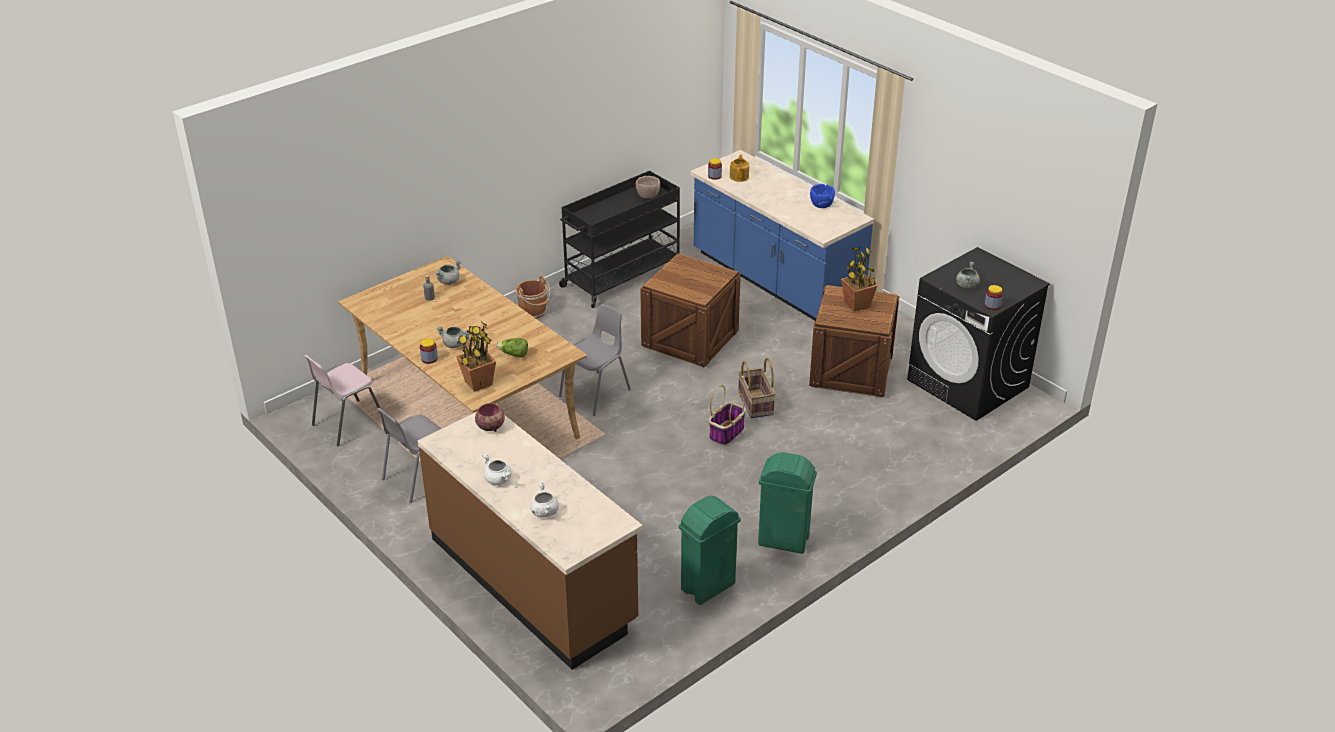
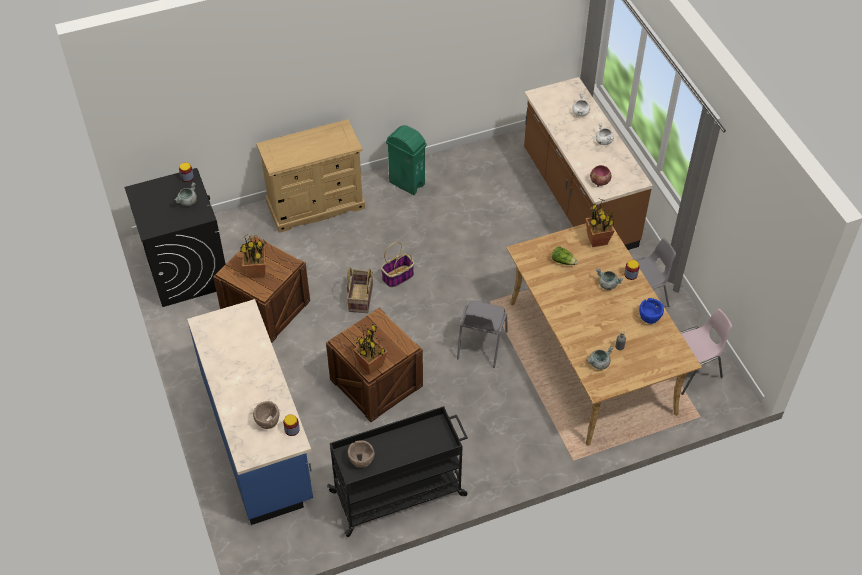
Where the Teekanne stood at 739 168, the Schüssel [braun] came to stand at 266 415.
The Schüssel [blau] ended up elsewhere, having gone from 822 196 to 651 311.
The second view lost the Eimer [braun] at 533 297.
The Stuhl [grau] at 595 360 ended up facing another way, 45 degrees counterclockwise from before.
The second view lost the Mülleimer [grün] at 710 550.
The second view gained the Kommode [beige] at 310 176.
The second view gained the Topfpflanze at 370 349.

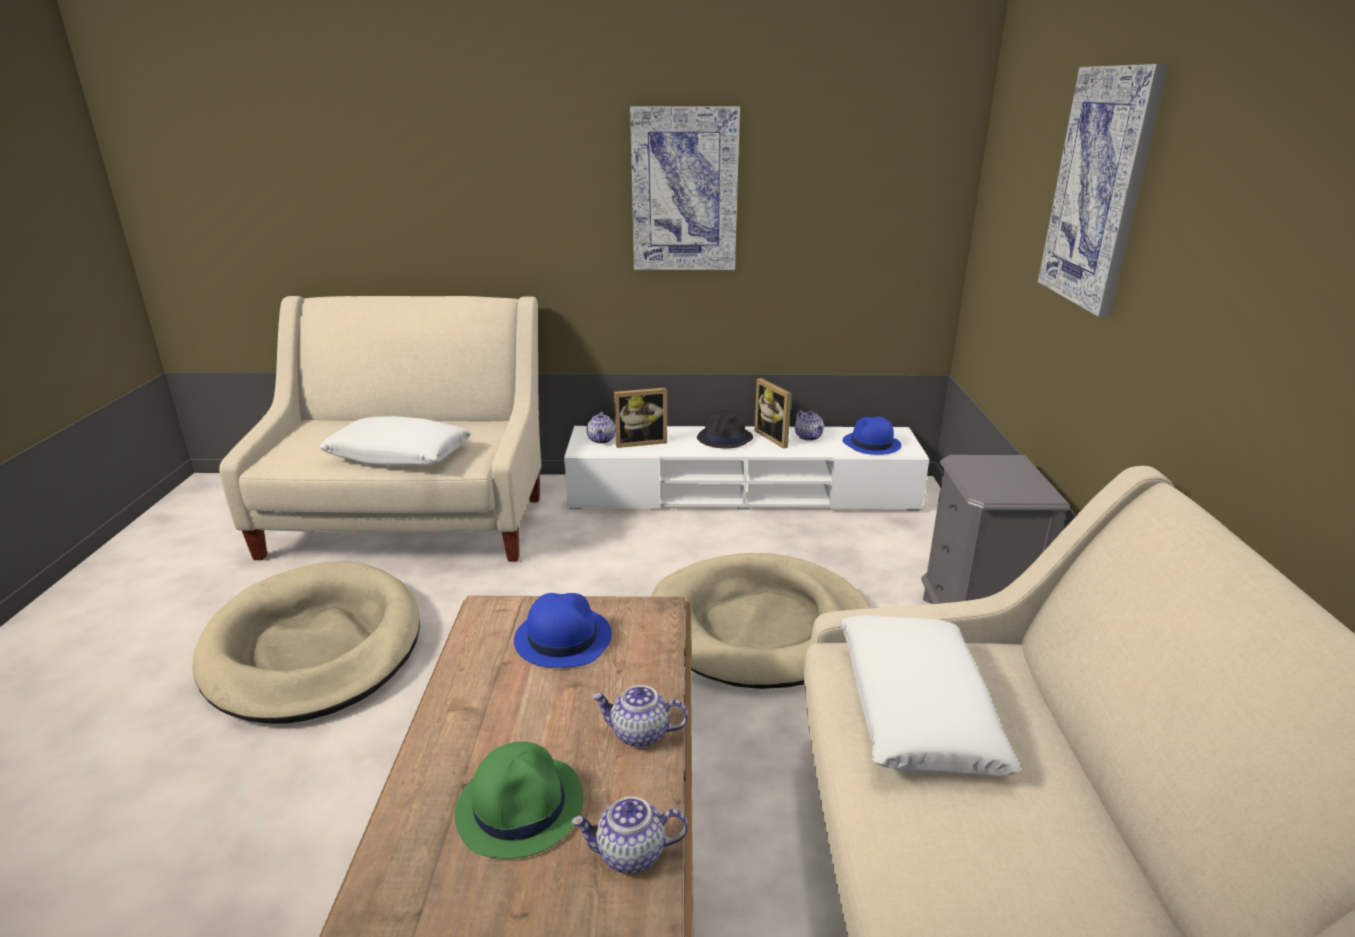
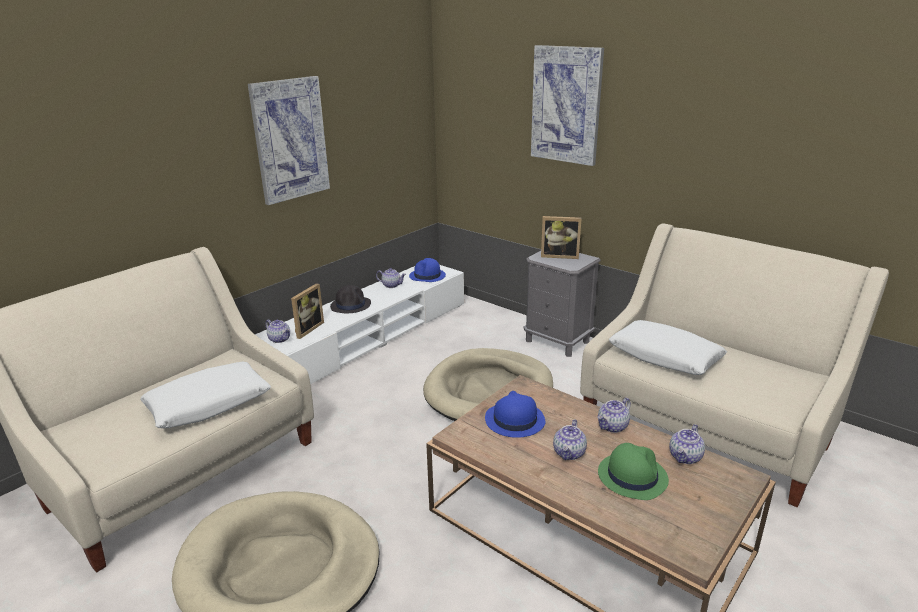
The Bilderrahmen ended up elsewhere, having gone from 772 413 to 561 237.
The second view gained the Teekanne at 570 439.

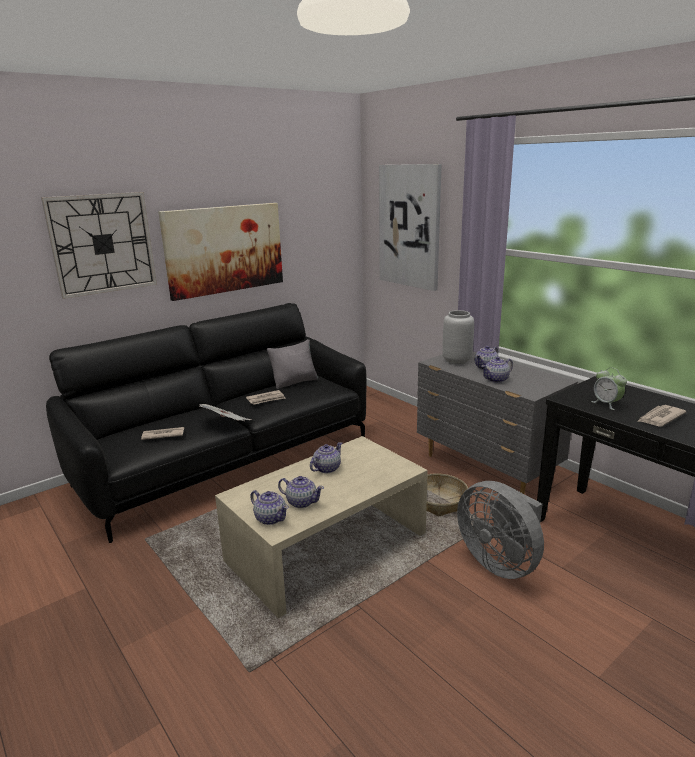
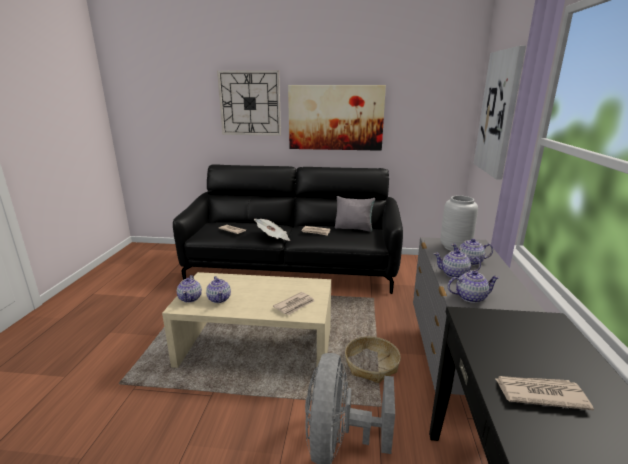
The second view lost the Wecker at 609 388.
The Teekanne ended up elsewhere, having gone from 326 457 to 474 286.
The second view gained the Zeitung at 294 303.

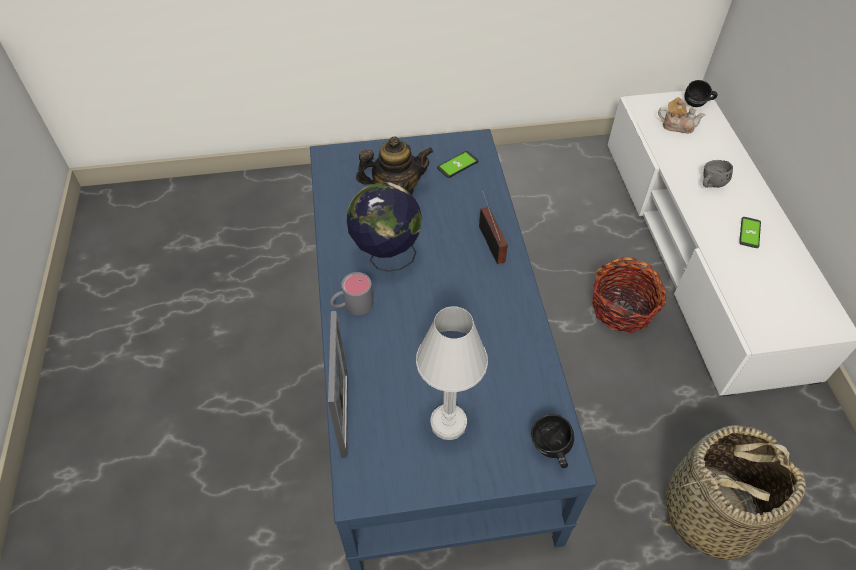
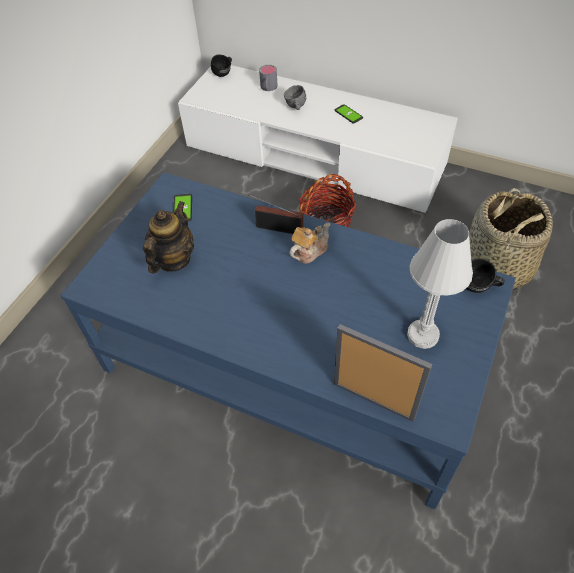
The Teekanne ended up elsewhere, having gone from 681 115 to 309 243.
The second view lost the Globus at 384 227.
The Henkelbecher [grau] ended up elsewhere, having gone from 351 293 to 268 78.

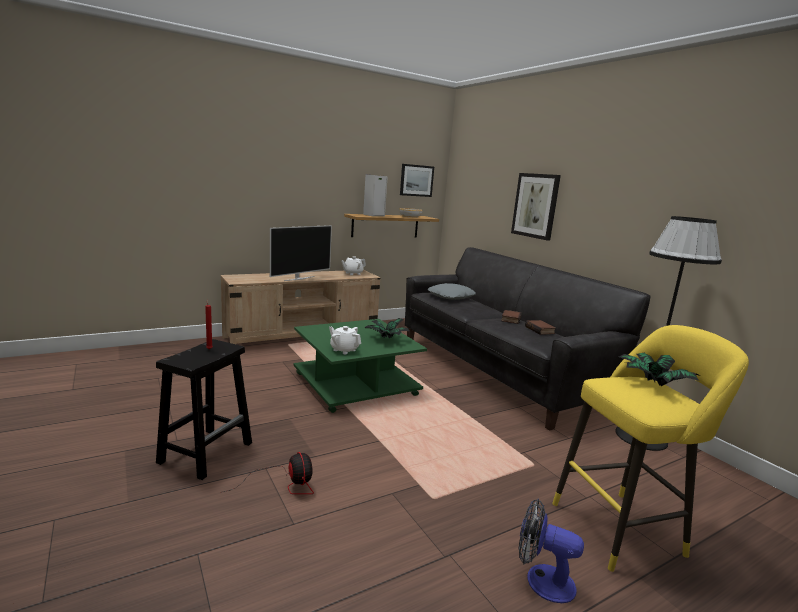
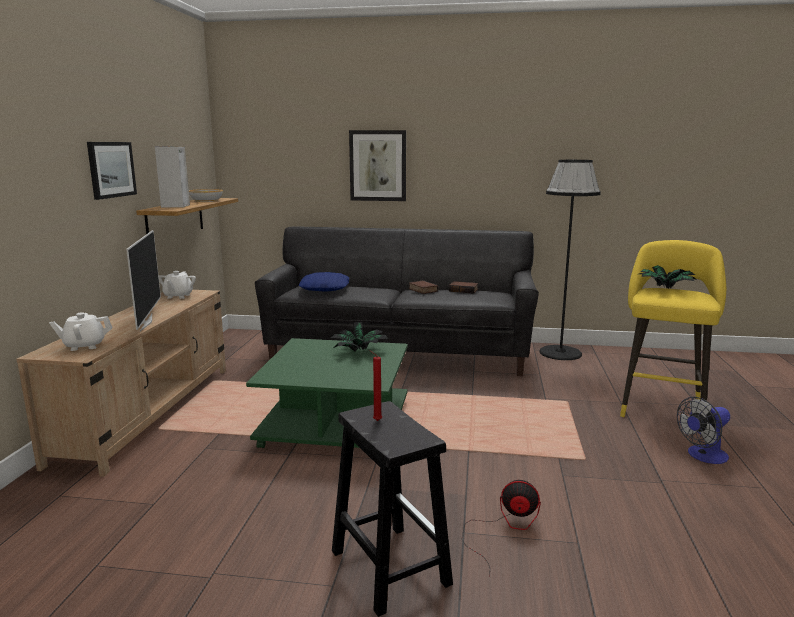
The Bild ended up elsewhere, having gone from 417 180 to 112 171.
What was the Kissen [grau] at 452 291 turned into the Kissen [blau] at 324 282.
The Teekanne [weiß] ended up elsewhere, having gone from 345 340 to 81 331.

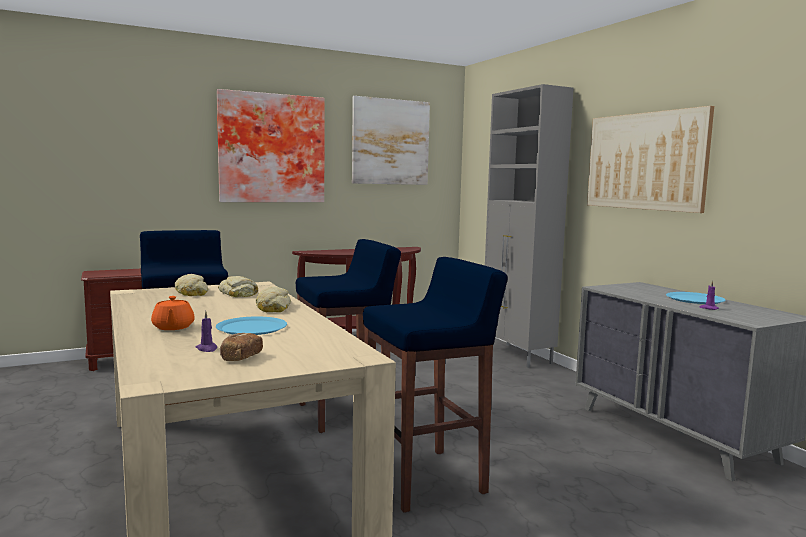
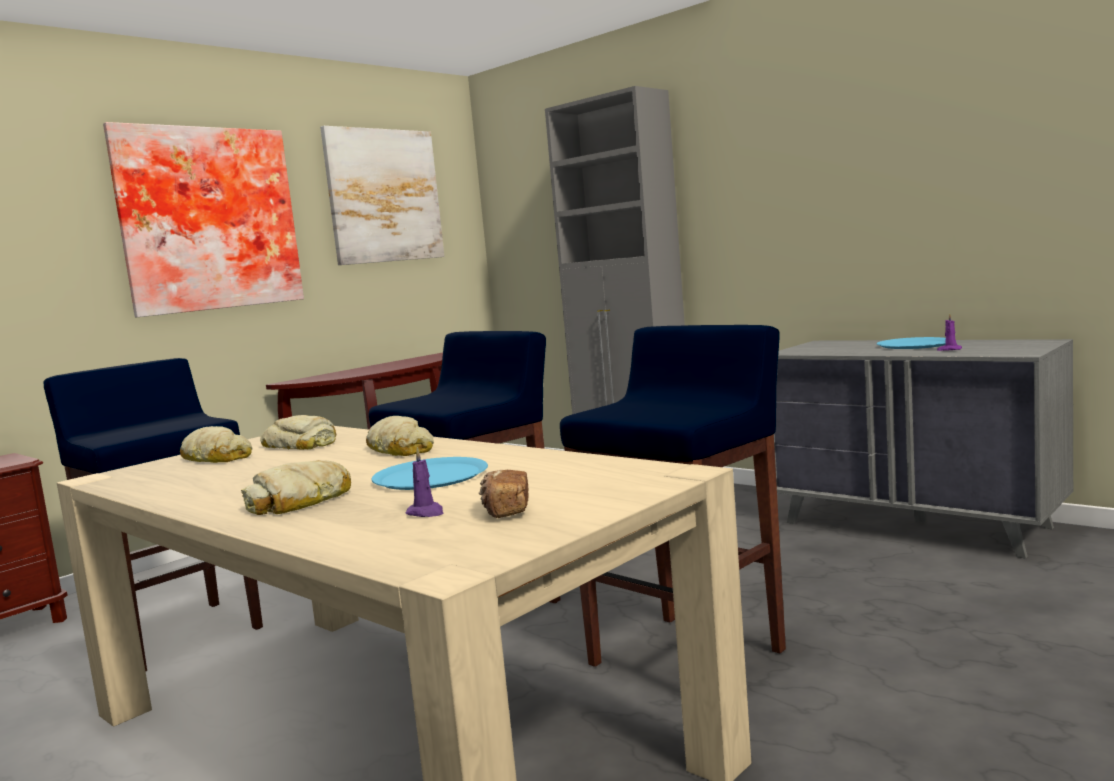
The second view lost the Bild at 650 159.
Where the Teekanne [orange] stood at 173 313, the Brot came to stand at 296 487.

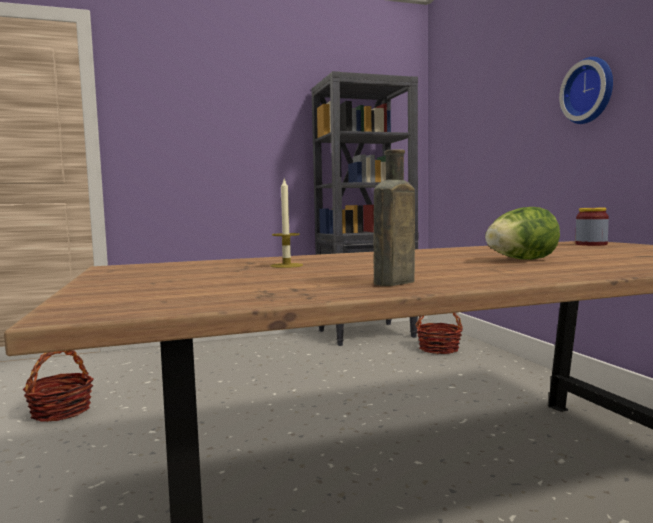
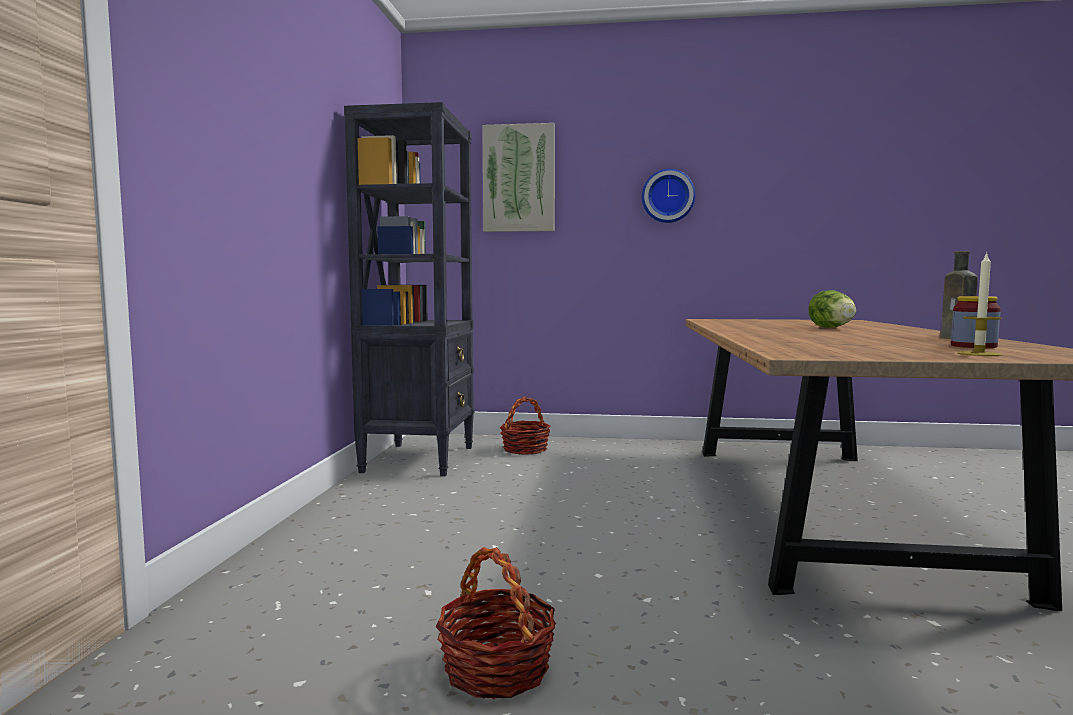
The Kerze ended up elsewhere, having gone from 287 223 to 979 304.
The Vorratsglas ended up elsewhere, having gone from 592 227 to 975 322.
The second view gained the Bild at 518 177.

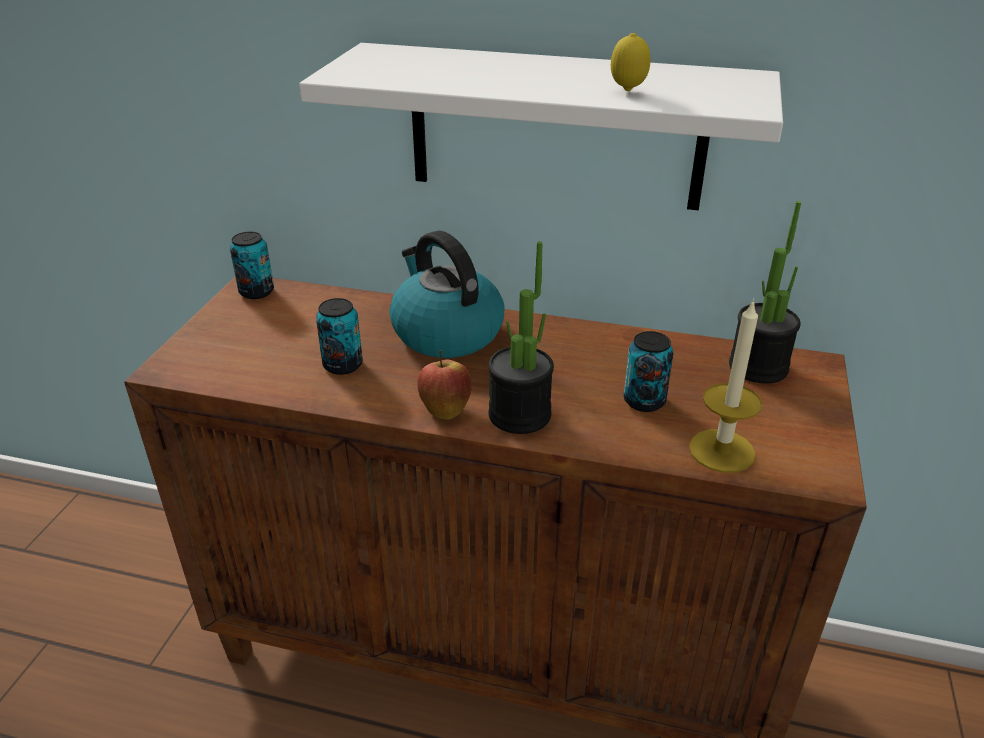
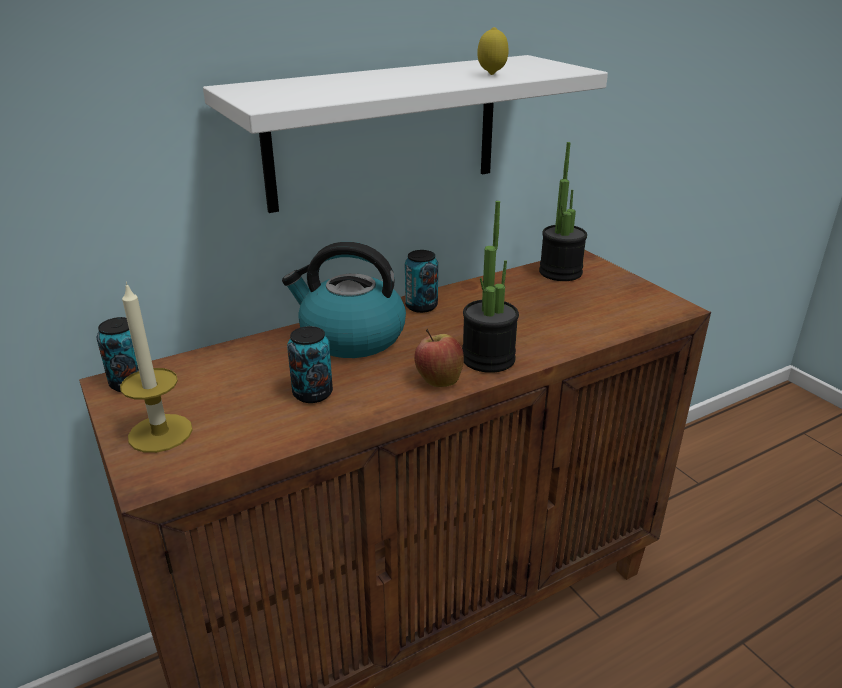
The Kerze ended up elsewhere, having gone from 725 386 to 156 367.
The Dose ended up elsewhere, having gone from 649 371 to 421 281.

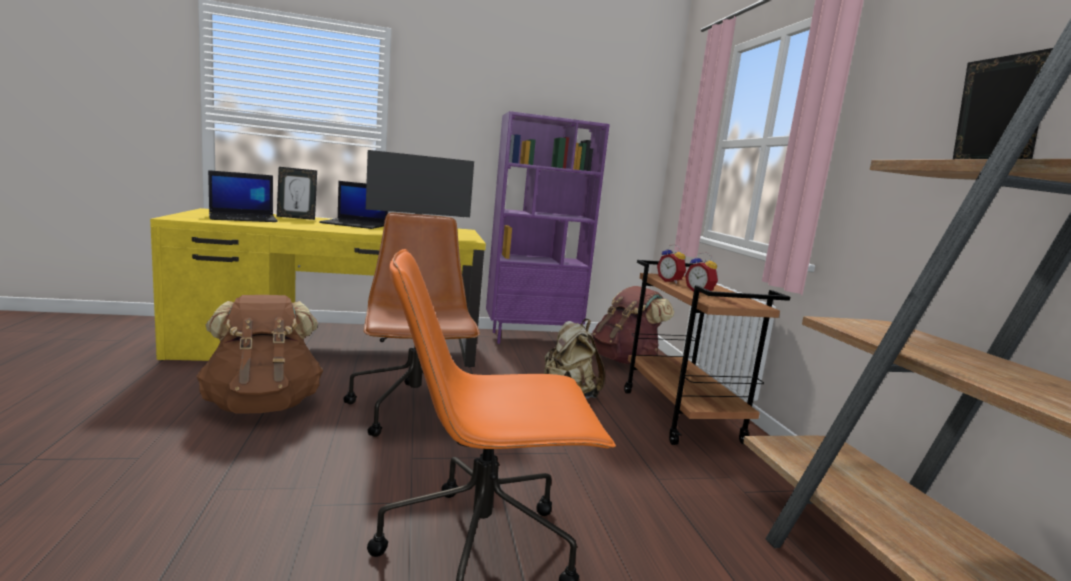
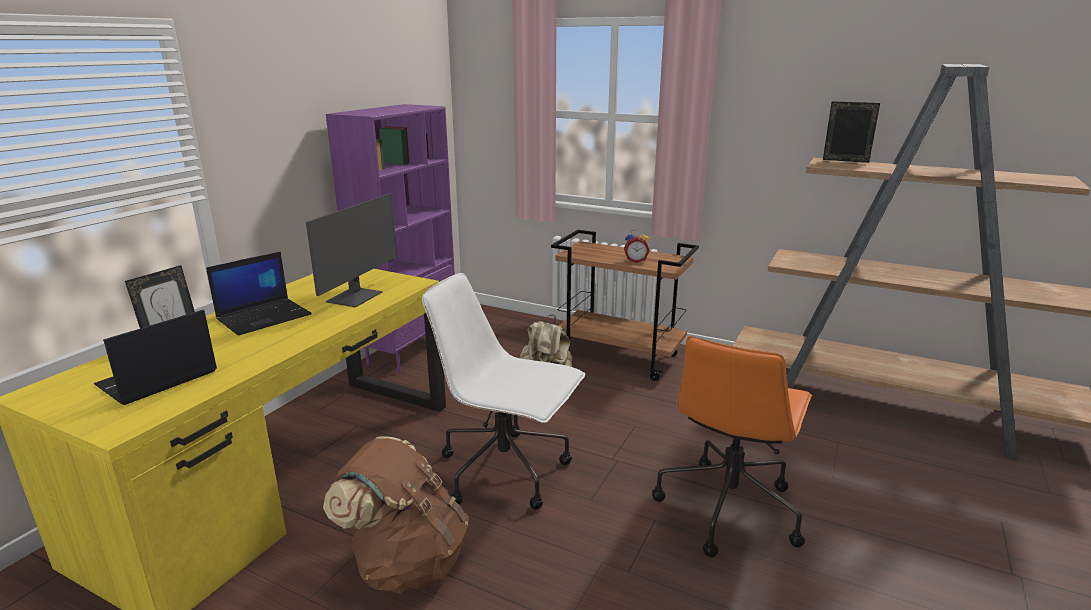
The Laptop at 243 196 ended up facing another way, 150 degrees counterclockwise from before.
What was the Bürostuhl [braun] at 411 325 turned into the Bürostuhl [weiß] at 503 391.
The second view lost the Wecker at 671 264.
The second view lost the Rucksack [braun] at 633 325.

